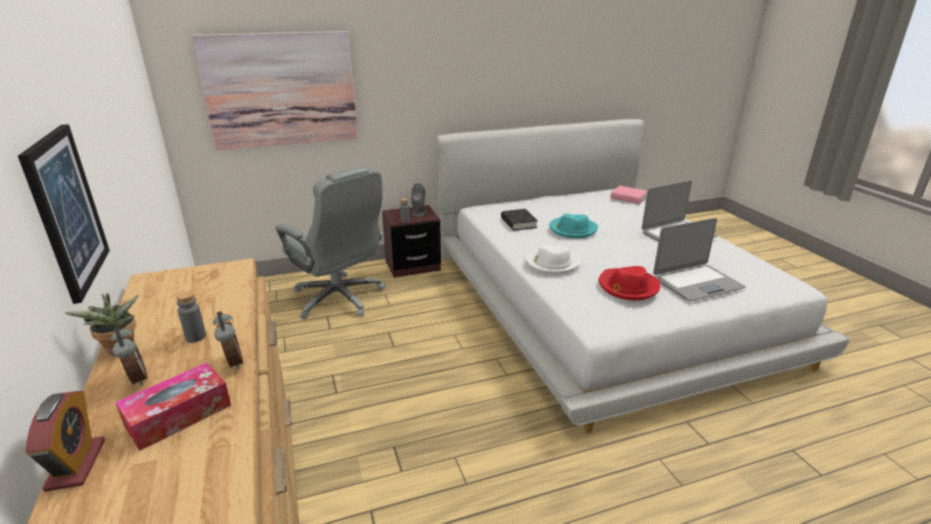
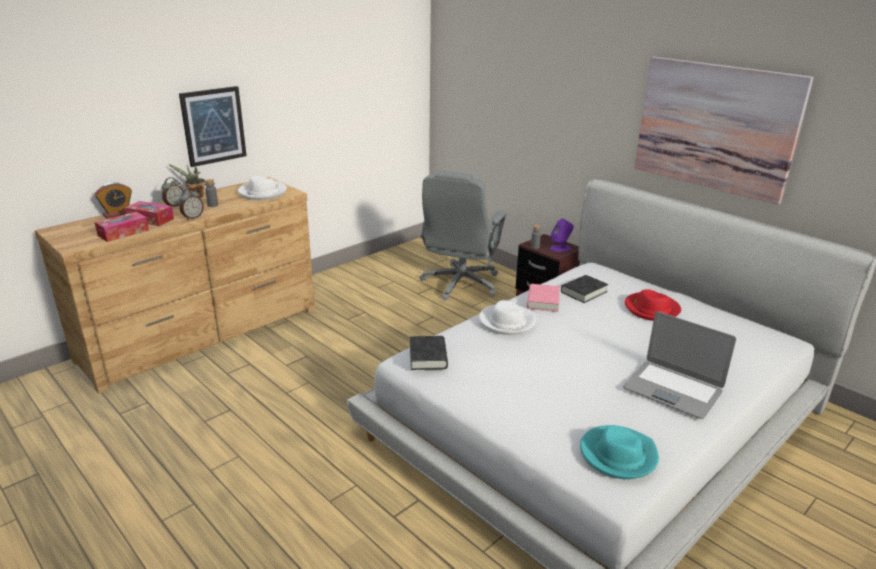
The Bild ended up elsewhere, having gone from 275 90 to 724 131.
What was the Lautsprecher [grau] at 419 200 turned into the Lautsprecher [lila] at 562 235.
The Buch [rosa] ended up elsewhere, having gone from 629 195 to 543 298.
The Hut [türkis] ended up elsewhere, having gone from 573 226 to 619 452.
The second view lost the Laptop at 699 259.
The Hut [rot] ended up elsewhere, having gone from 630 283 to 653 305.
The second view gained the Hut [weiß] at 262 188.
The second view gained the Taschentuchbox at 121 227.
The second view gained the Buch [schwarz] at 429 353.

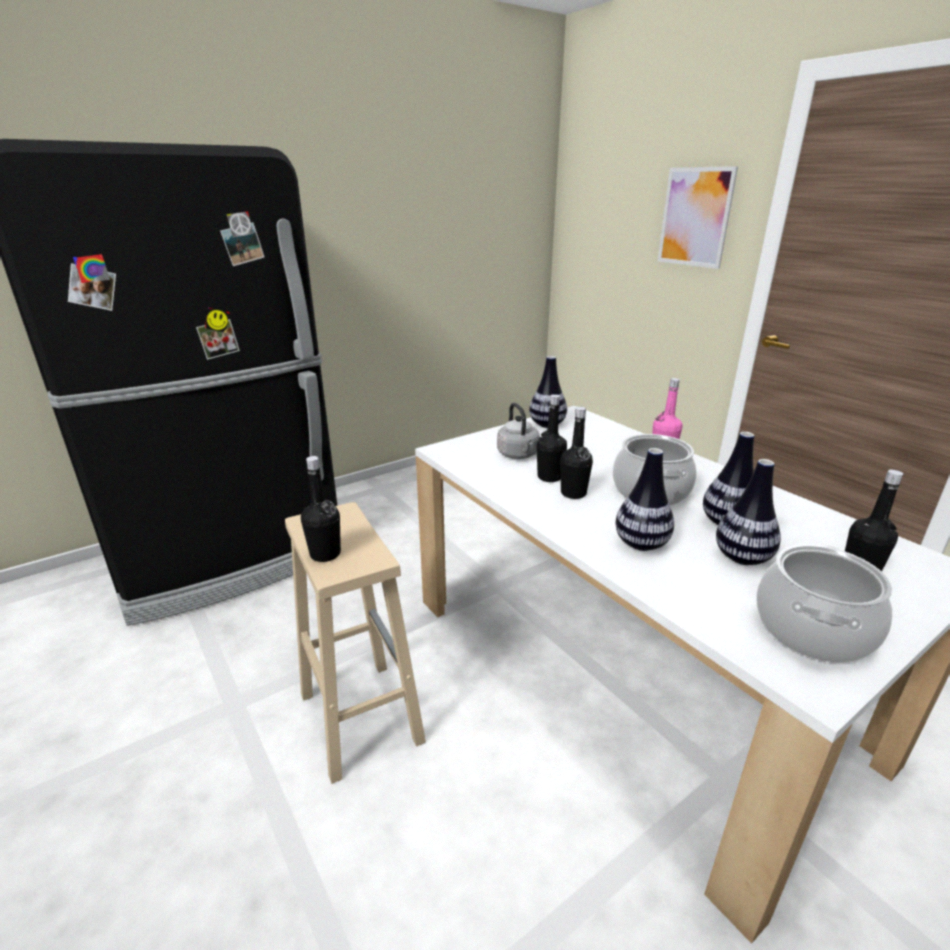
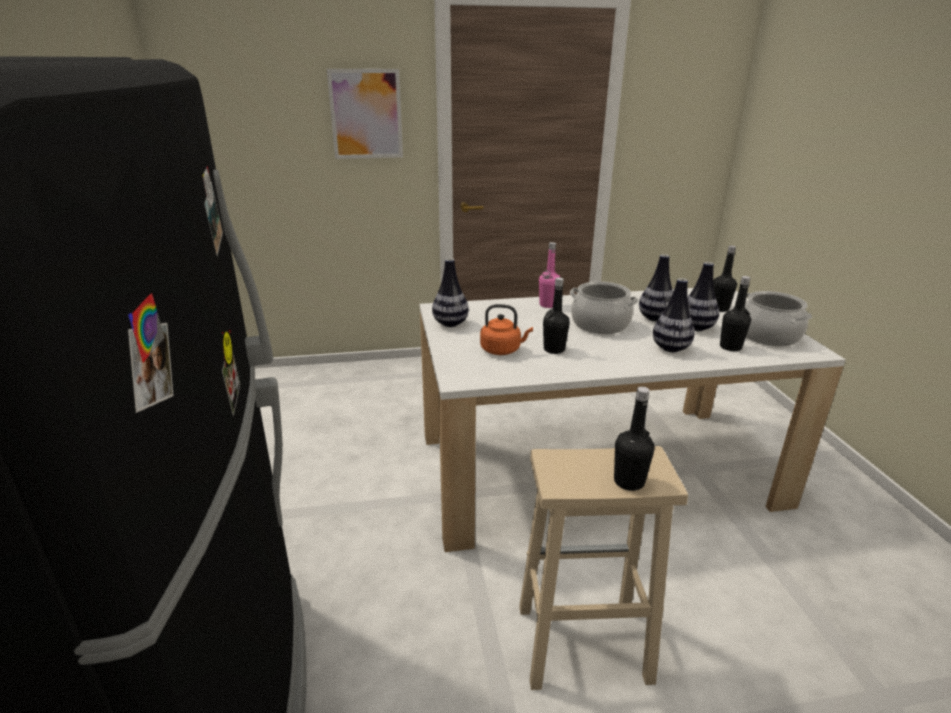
What was the Wasserkessel [grau] at 518 431 turned into the Wasserkessel [orange] at 506 329.
The Flasche [schwarz] ended up elsewhere, having gone from 576 453 to 735 313.

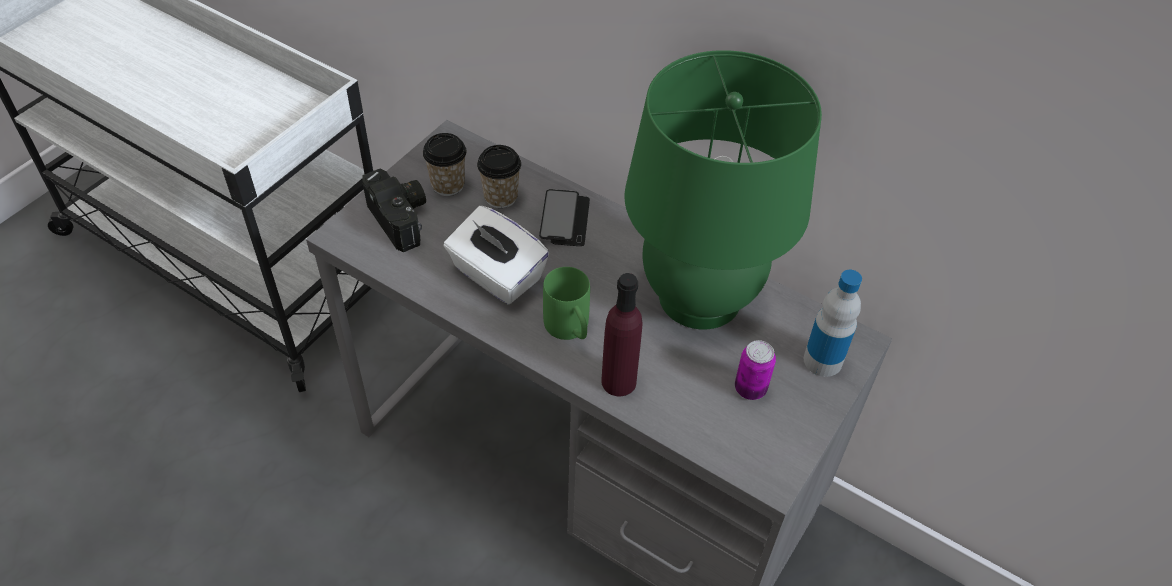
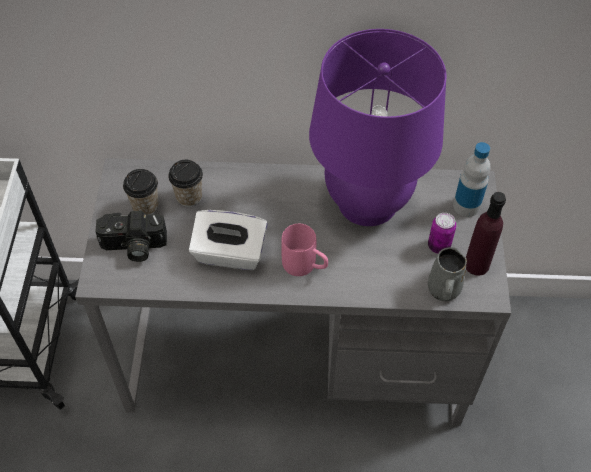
What was the Tischlampe [grün] at 723 189 turned into the Tischlampe [lila] at 377 127.
The Kamera at 394 210 ended up facing another way, 150 degrees clockwise from before.
The second view lost the Handy at 564 217.
What was the Henkelbecher [grün] at 566 303 turned into the Henkelbecher [rosa] at 304 250.
The Flasche [lila] ended up elsewhere, having gone from 622 334 to 486 234.
The second view gained the Henkelbecher [grau] at 447 274.

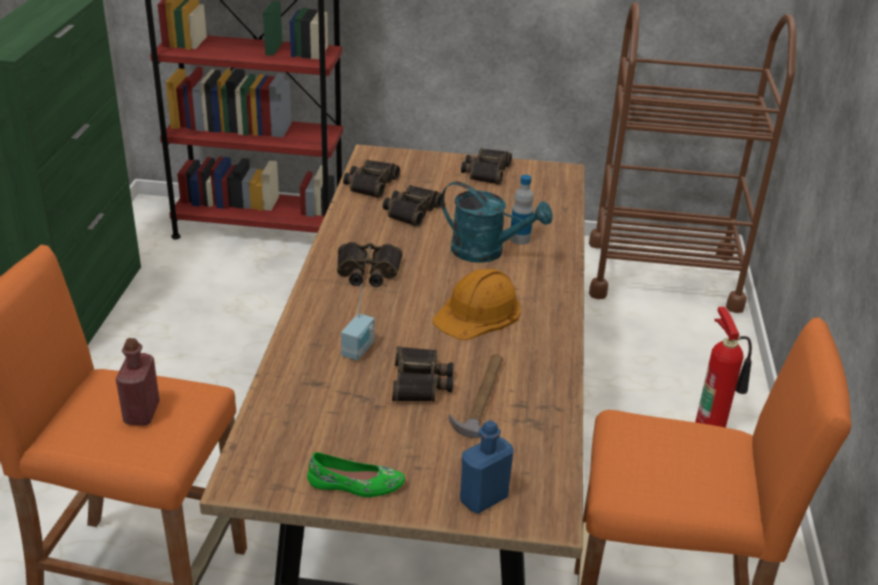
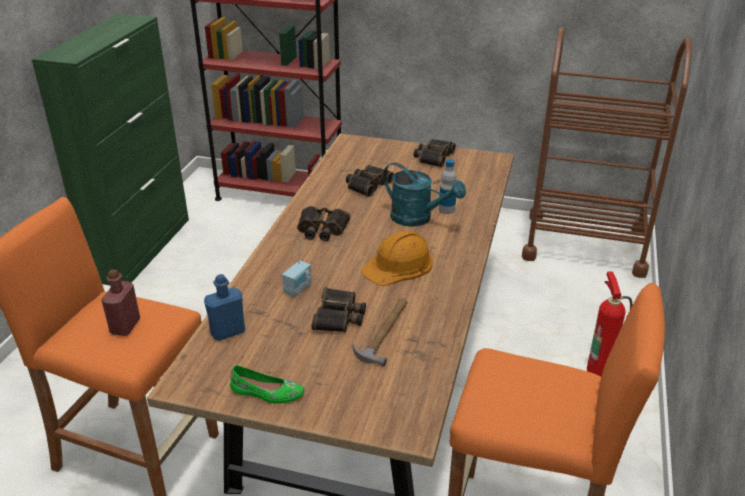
The second view lost the Fernglas at 371 179.
The Flasche [blau] ended up elsewhere, having gone from 487 467 to 224 307.

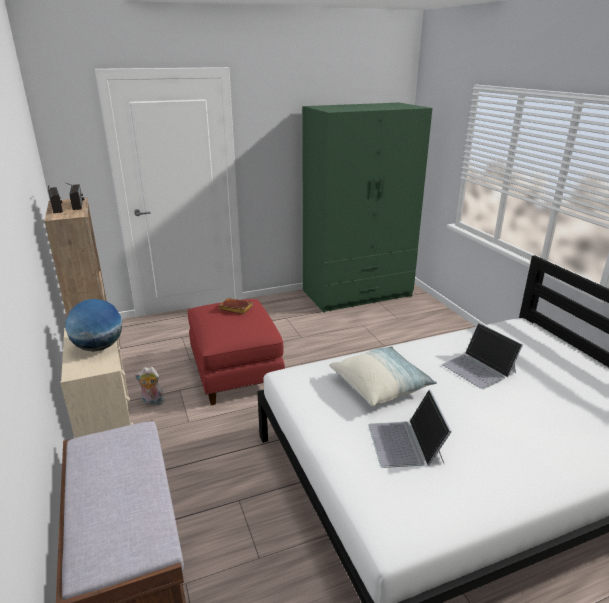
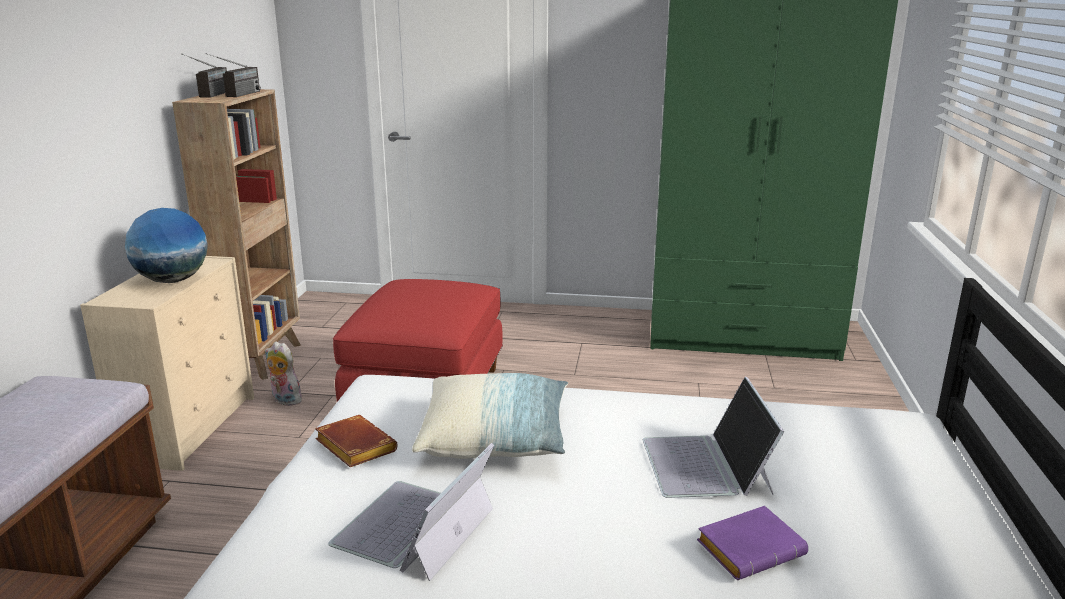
The Buch [braun] ended up elsewhere, having gone from 236 306 to 356 441.
The second view gained the Buch [lila] at 752 543.

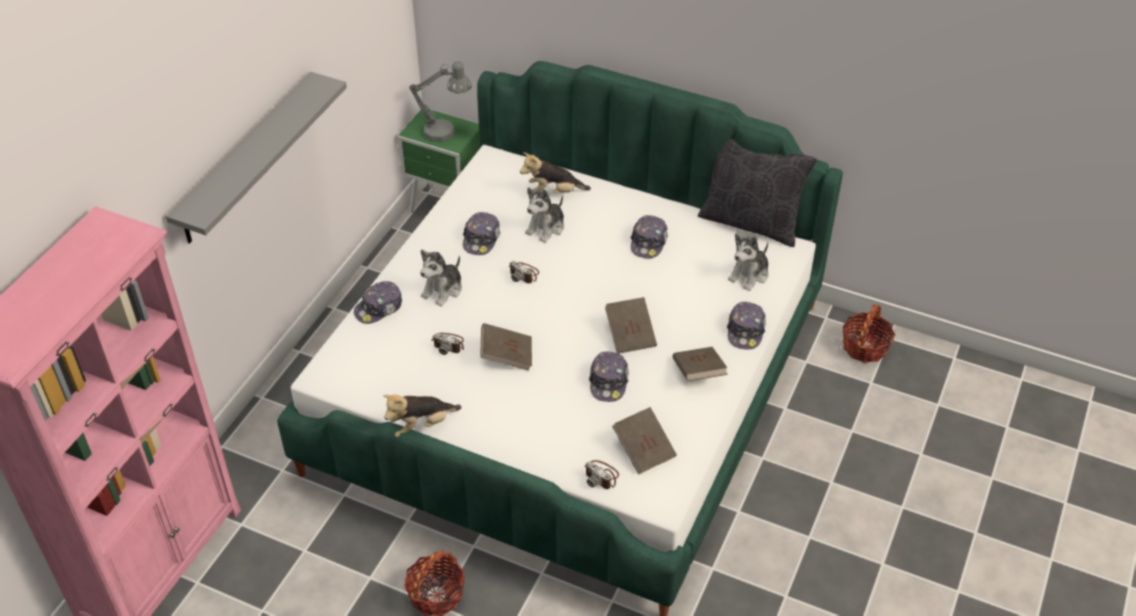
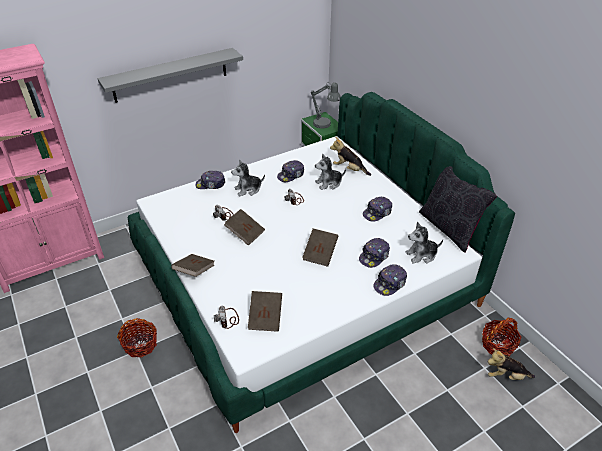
The Buch [braun] ended up elsewhere, having gone from 700 364 to 192 265.
The Kappe ended up elsewhere, having gone from 609 377 to 374 253.
The Plüschtier ended up elsewhere, having gone from 422 415 to 511 364.

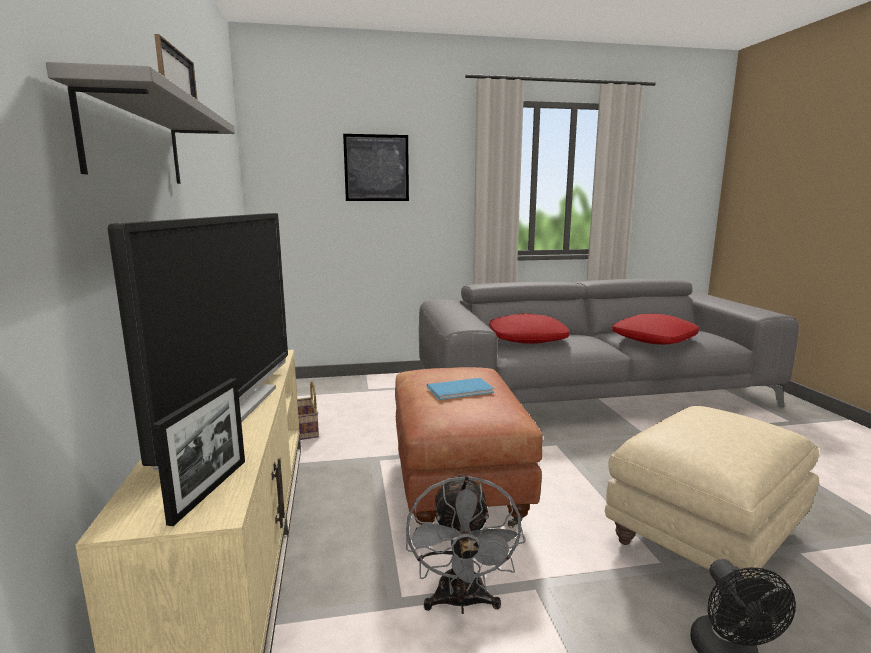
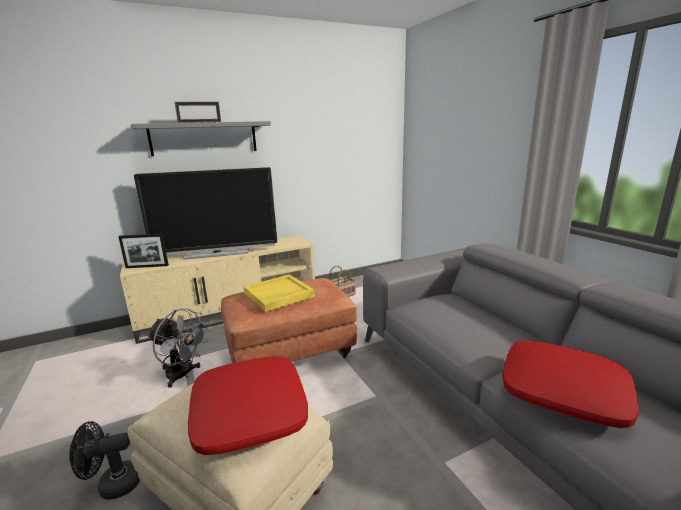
The second view lost the Bild at 376 167.
The Kissen [rot] ended up elsewhere, having gone from 529 328 to 248 405.
Where the Buch [blau] stood at 460 389, the Tablett [gelb] came to stand at 279 293.
The Ventilator [grau] at 465 544 ended up facing another way, 135 degrees counterclockwise from before.

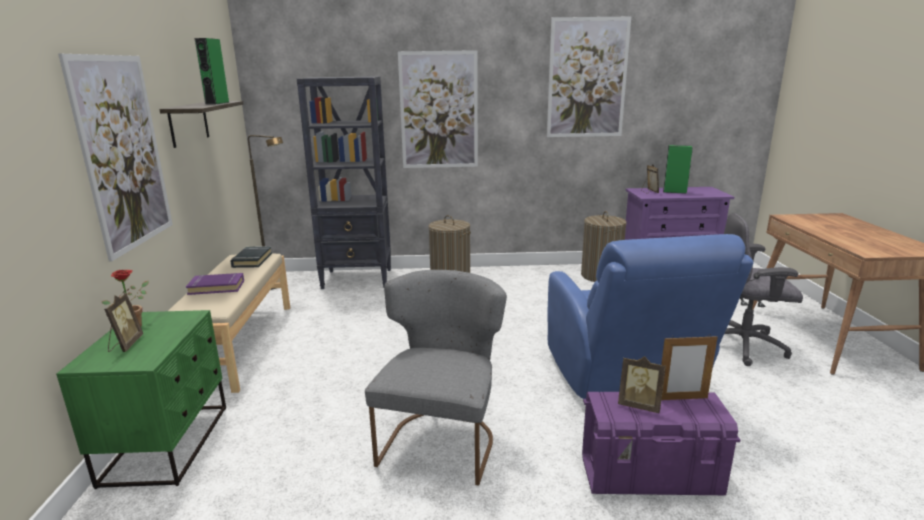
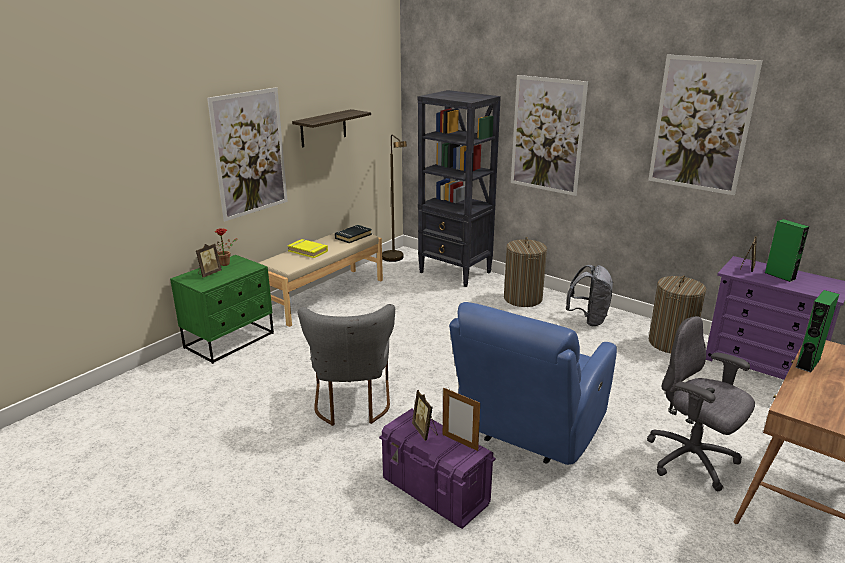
The Lautsprecher [grün] ended up elsewhere, having gone from 211 71 to 817 331.
The Stuhl [grau] at 436 378 ended up facing another way, 120 degrees clockwise from before.
What was the Buch [lila] at 215 284 turned into the Buch [gelb] at 308 248.
The second view gained the Rucksack [grau] at 590 295.

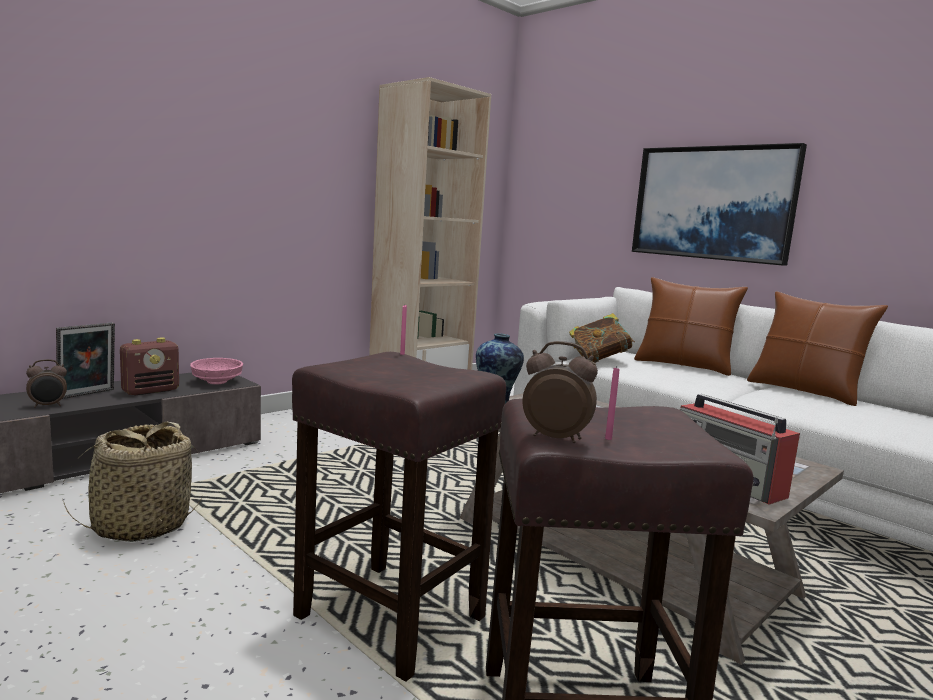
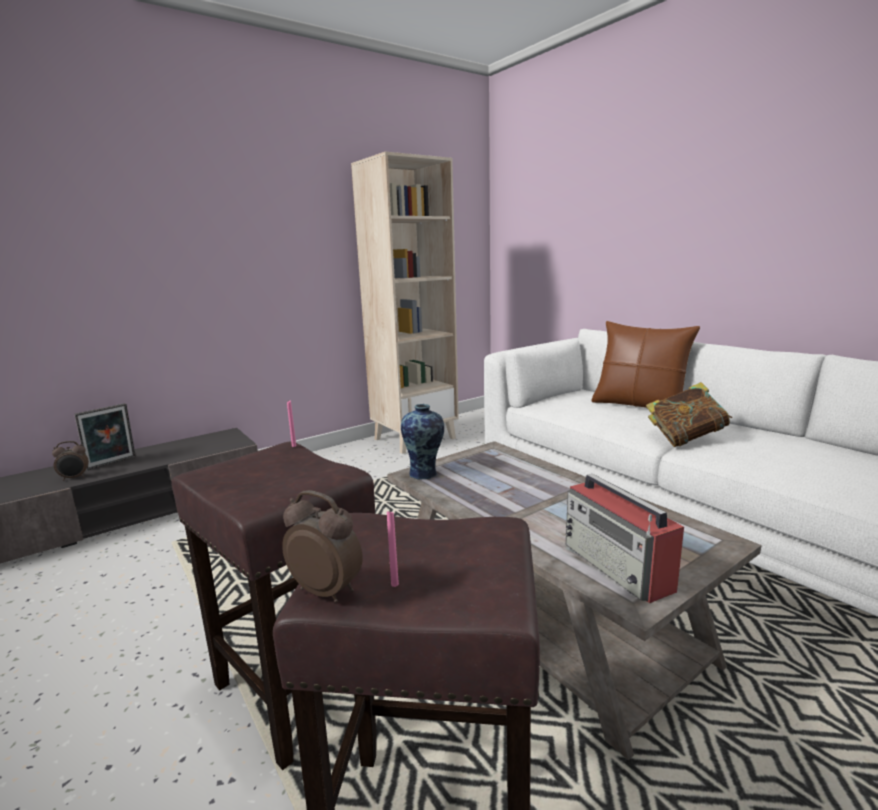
The second view lost the Bild at 719 204.
The second view lost the Kissen [braun] at 817 348.
The Buch ended up elsewhere, having gone from 602 338 to 689 414.
The second view lost the Radio at 149 367.
The second view lost the Schüssel [rosa] at 216 371.
The second view lost the Korb at 132 482.

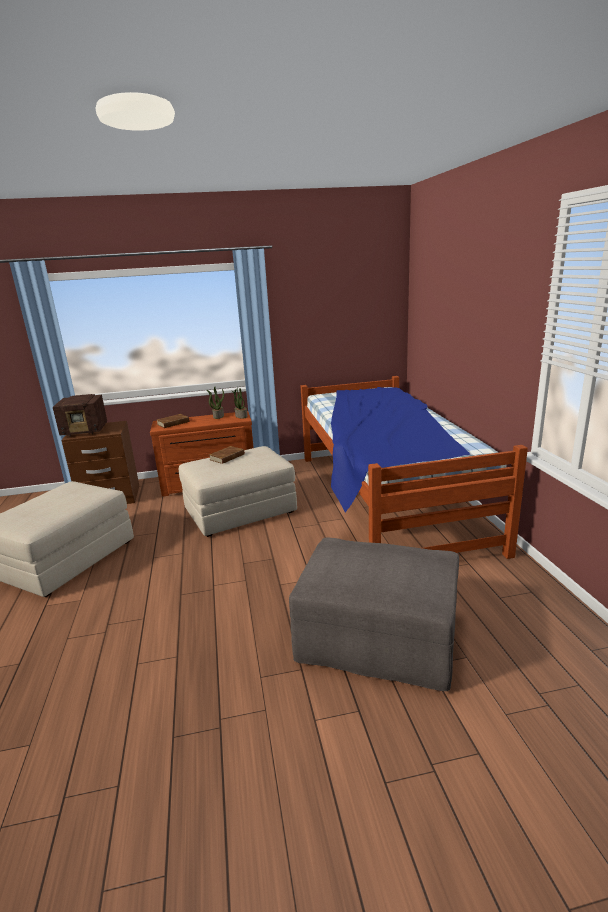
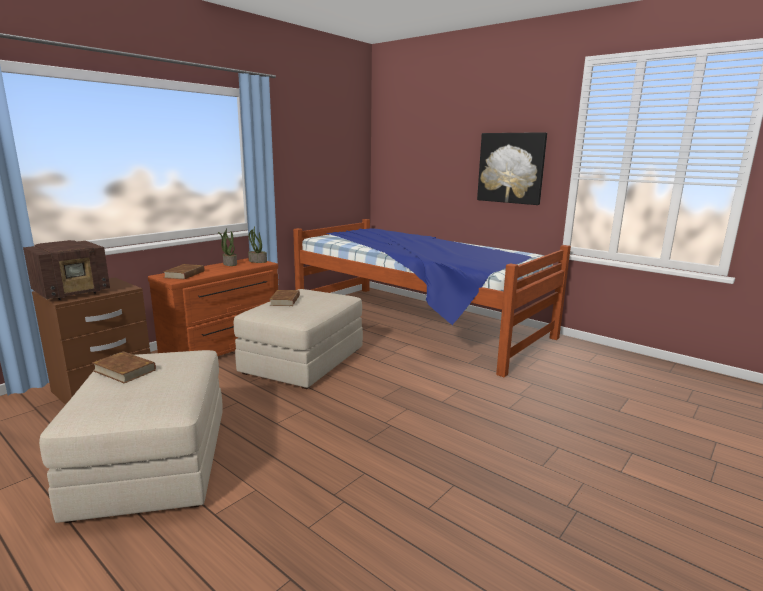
The second view lost the Polsterhocker [grau] at 374 614.
The second view gained the Bild at 512 168.
The second view gained the Buch [braun] at 124 367.

